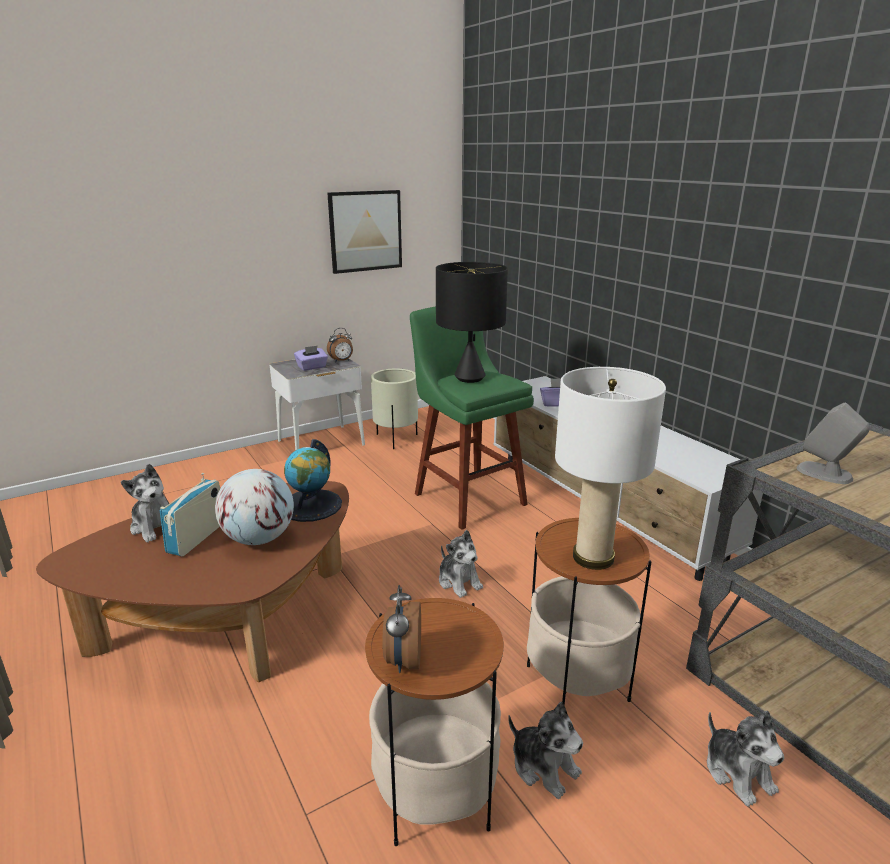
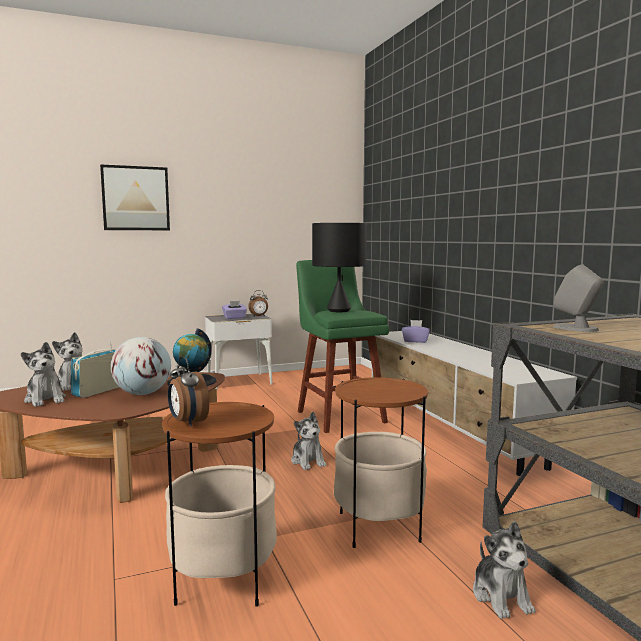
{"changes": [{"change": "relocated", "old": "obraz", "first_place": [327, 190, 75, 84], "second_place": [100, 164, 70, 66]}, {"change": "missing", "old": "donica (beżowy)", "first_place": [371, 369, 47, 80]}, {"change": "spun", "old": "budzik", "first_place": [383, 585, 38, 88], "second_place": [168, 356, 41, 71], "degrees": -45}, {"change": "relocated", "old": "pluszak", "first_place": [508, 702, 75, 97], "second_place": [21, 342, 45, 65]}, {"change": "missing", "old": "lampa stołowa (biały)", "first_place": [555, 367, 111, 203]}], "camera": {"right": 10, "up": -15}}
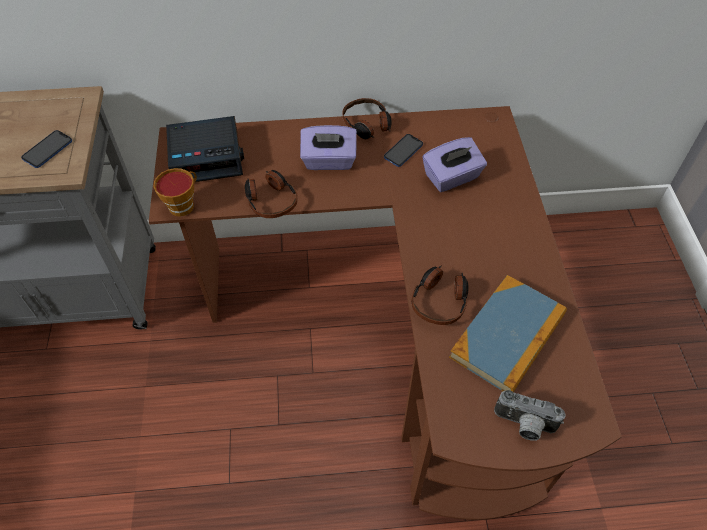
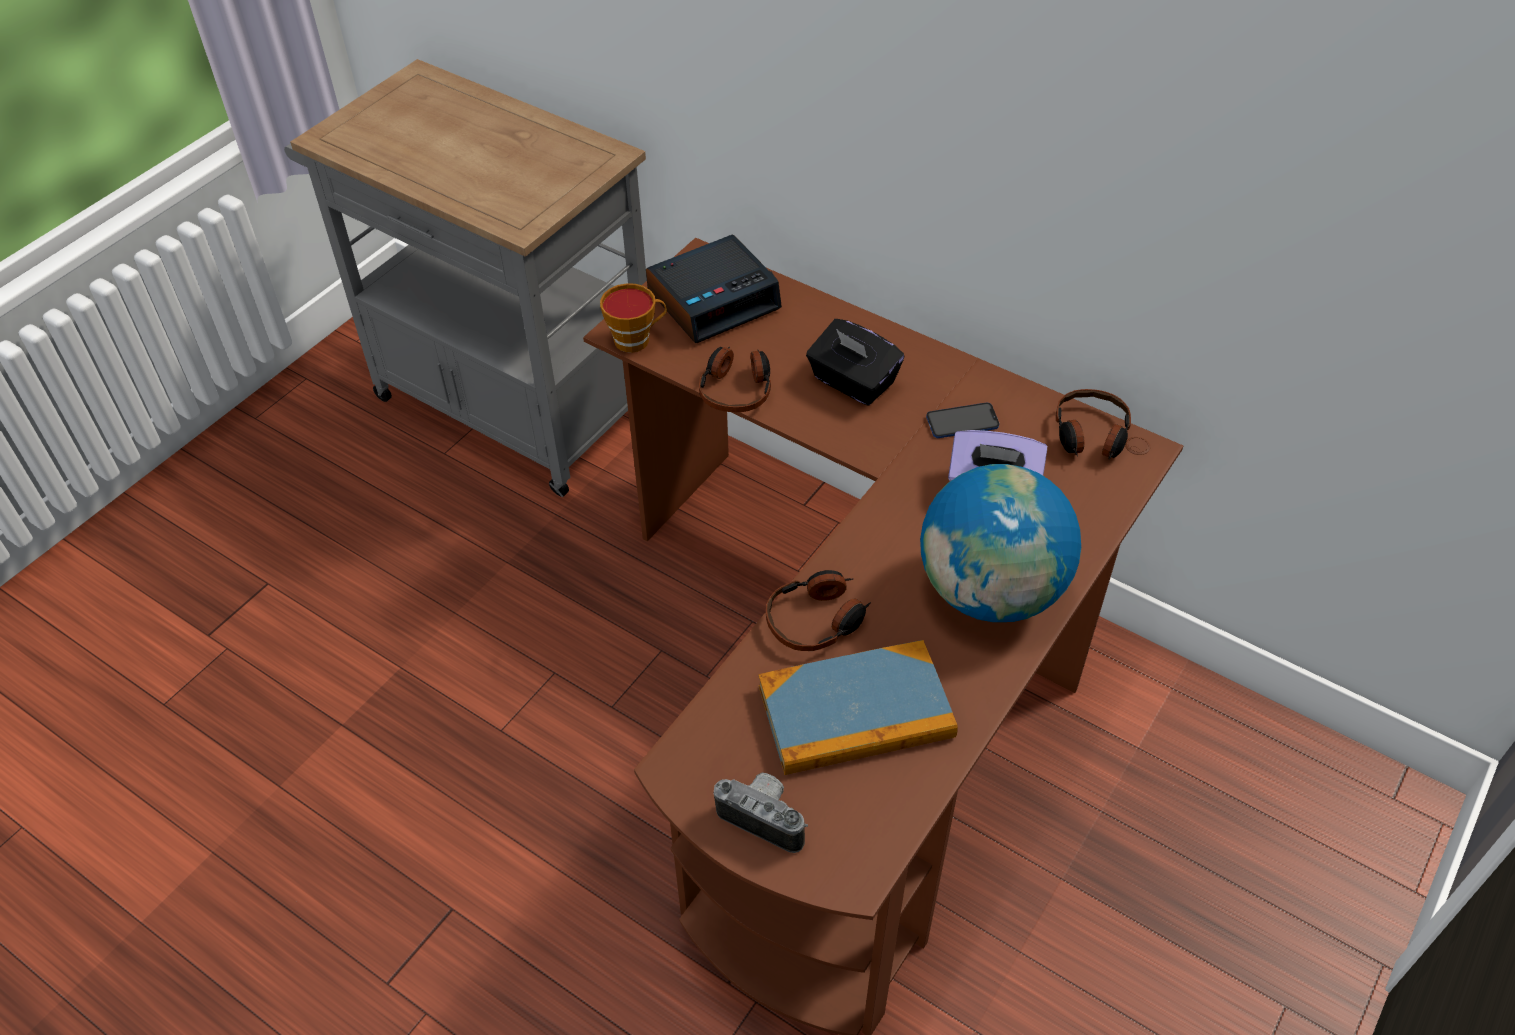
{"changes": [{"change": "missing", "old": "telefon", "first_place": [21, 130, 51, 38]}, {"change": "spun", "old": "budzik", "first_place": [166, 116, 78, 66], "second_place": [646, 234, 136, 109], "degrees": -60}, {"change": "colour", "old": "pudełko chusteczek (fioletowy)", "new": "pudełko chusteczek (czarny)", "first_place": [300, 125, 57, 45], "second_place": [806, 319, 98, 87]}, {"change": "relocated", "old": "słuchawki", "first_place": [343, 98, 49, 41], "second_place": [1056, 389, 75, 70]}, {"change": "spun", "old": "aparat fotograficzny", "first_place": [494, 390, 72, 51], "second_place": [714, 773, 94, 80], "degrees": 150}, {"change": "appeared", "new": "globus", "second_place": [920, 464, 161, 158]}], "camera": {"right": 40, "up": -5}}
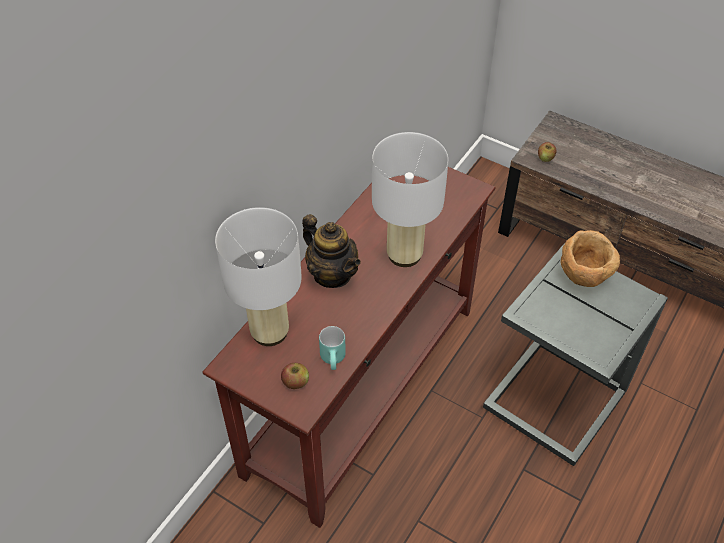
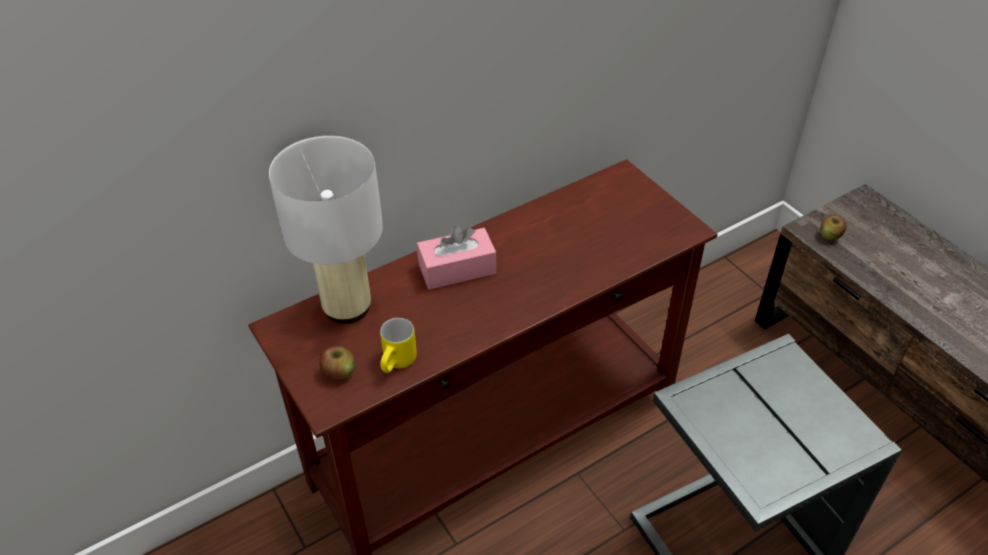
{"changes": [{"change": "exchanged", "old": "imbryk", "new": "pudełko chusteczek (różowy)", "first_place": [302, 214, 59, 74], "second_place": [417, 226, 79, 63]}, {"change": "colour", "old": "kubek (turkusowy)", "new": "kubek (żółty)", "first_place": [319, 326, 27, 44], "second_place": [380, 318, 37, 55]}, {"change": "missing", "old": "lampa stołowa (biały)", "first_place": [372, 132, 76, 135]}, {"change": "missing", "old": "miska (brązowy)", "first_place": [560, 230, 60, 57]}], "camera": {"right": 25, "up": -5}}
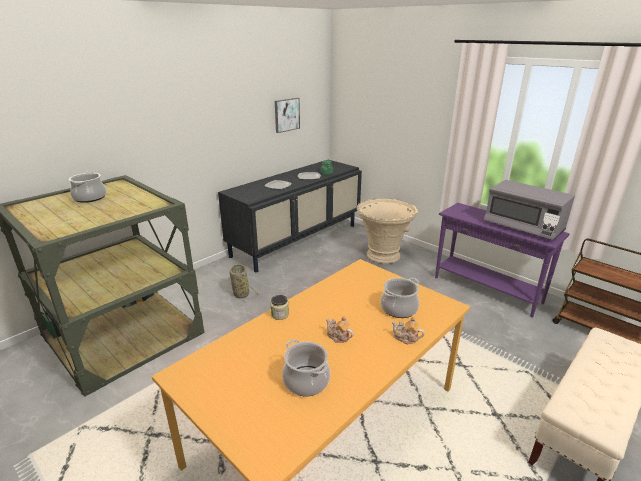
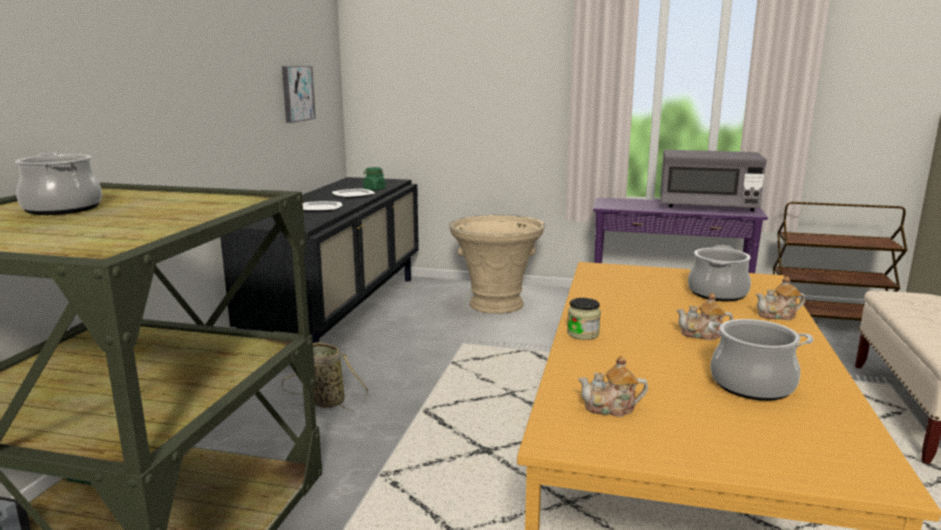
{"changes": [{"change": "appeared", "new": "imbryk", "second_place": [578, 355, 70, 62]}], "camera": {"right": -30, "up": -10}}
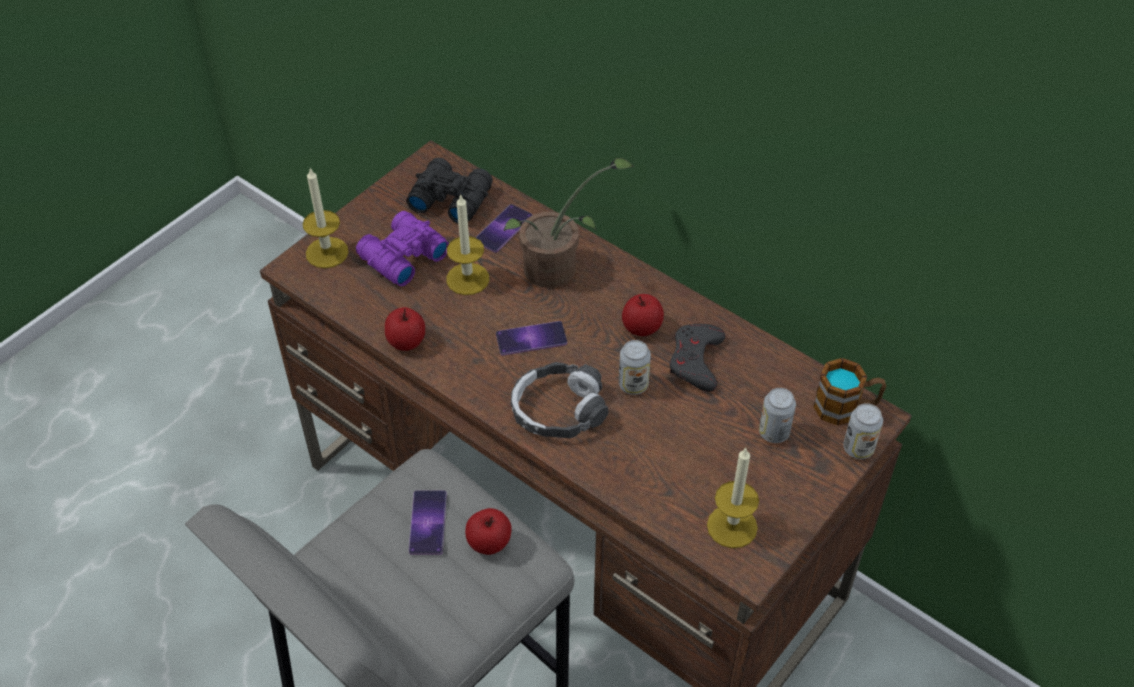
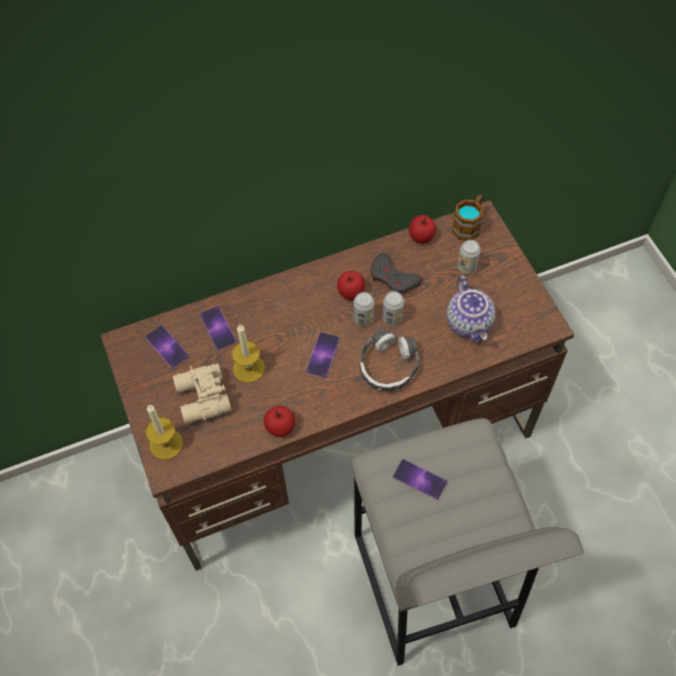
{"changes": [{"change": "colour", "old": "lornetka (fioletowy)", "new": "lornetka (beżowy)", "first_place": [356, 211, 93, 75], "second_place": [173, 363, 59, 61]}, {"change": "exchanged", "old": "lornetka (czarny)", "new": "telefon", "first_place": [407, 158, 86, 65], "second_place": [145, 325, 44, 43]}, {"change": "relocated", "old": "jabłko", "first_place": [465, 508, 47, 47], "second_place": [409, 215, 27, 29]}, {"change": "missing", "old": "roślina doniczkowa", "first_place": [504, 158, 130, 130]}, {"change": "missing", "old": "świeca", "first_place": [707, 448, 52, 100]}, {"change": "relocated", "old": "puszka", "first_place": [843, 403, 40, 56], "second_place": [354, 292, 21, 35]}, {"change": "appeared", "new": "imbryk", "second_place": [447, 275, 49, 68]}], "camera": {"right": -60, "up": 10}}
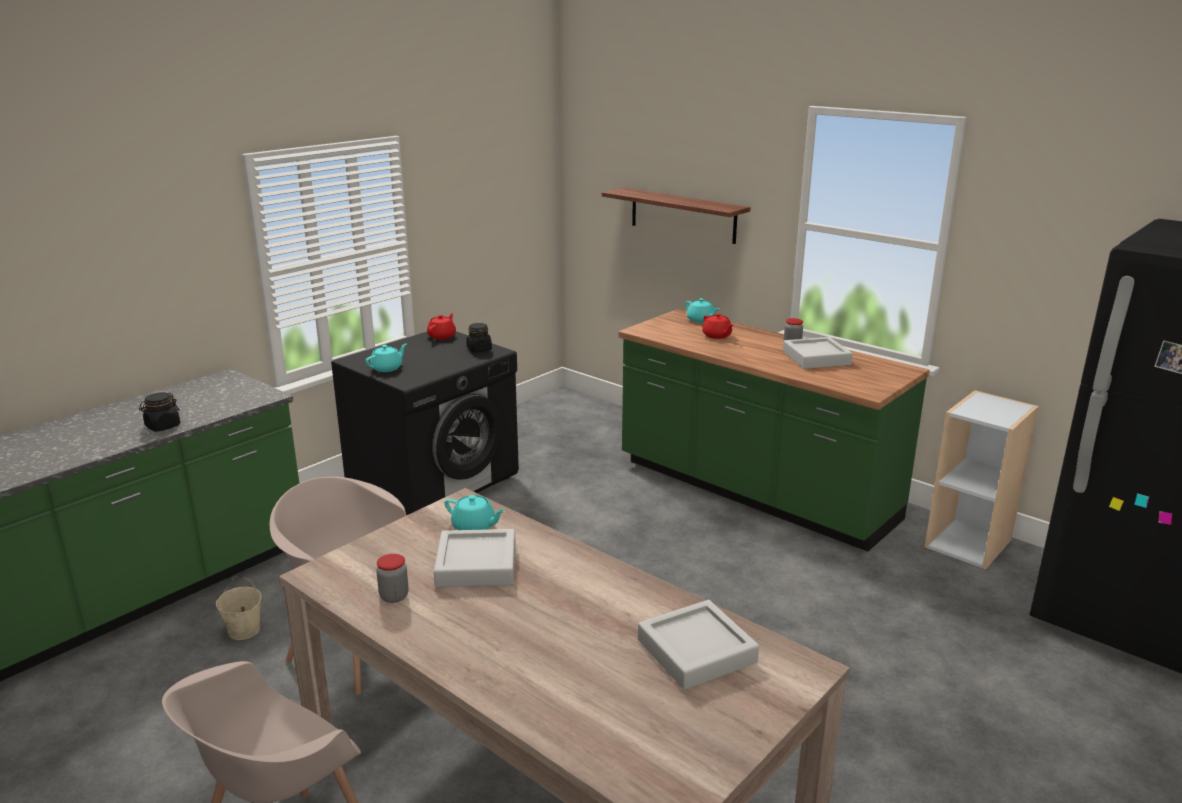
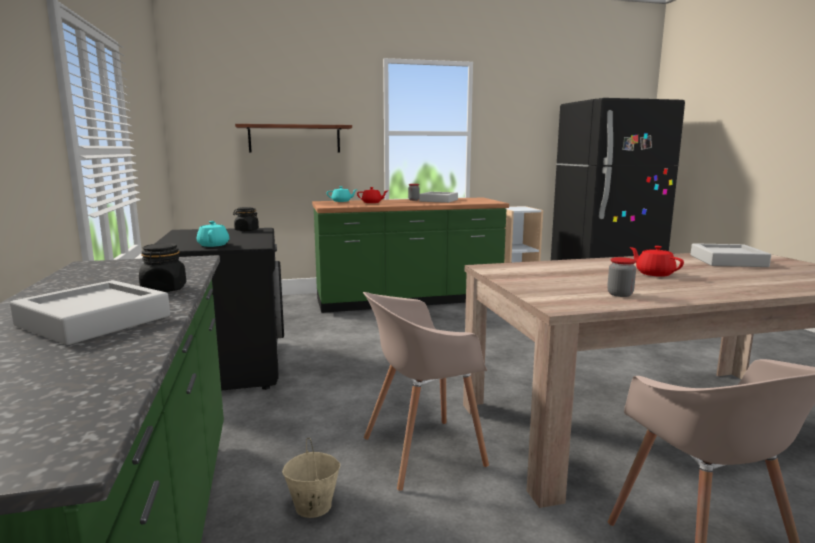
{"changes": [{"change": "relocated", "old": "imbryk (czerwony)", "first_place": [427, 313, 29, 27], "second_place": [630, 246, 54, 31]}, {"change": "relocated", "old": "taca (szary)", "first_place": [434, 529, 82, 58], "second_place": [10, 280, 160, 65]}, {"change": "missing", "old": "imbryk (turkusowy)", "first_place": [445, 495, 60, 35]}], "camera": {"right": -55, "up": -10}}
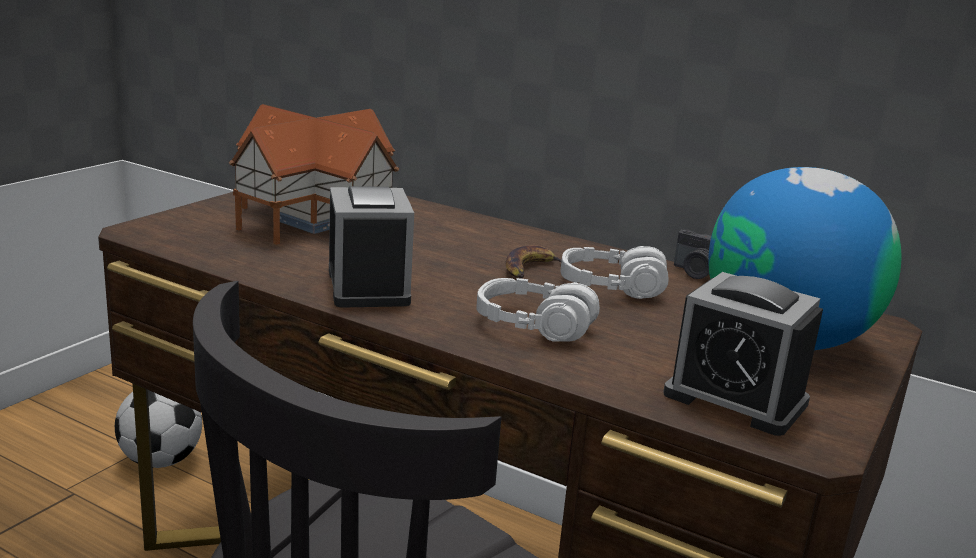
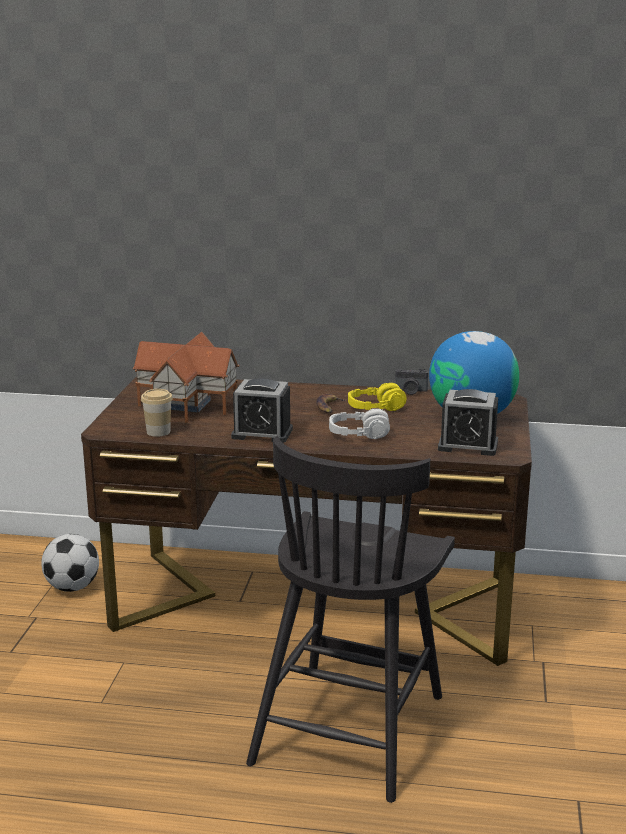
{"changes": [{"change": "spun", "old": "budzik", "first_place": [329, 186, 85, 122], "second_place": [231, 378, 62, 65], "degrees": 135}, {"change": "colour", "old": "słuchawki (szary)", "new": "słuchawki (żółty)", "first_place": [561, 246, 108, 53], "second_place": [348, 383, 59, 28]}, {"change": "appeared", "new": "filiżanka", "second_place": [141, 389, 32, 48]}], "camera": {"right": -20, "up": 0}}
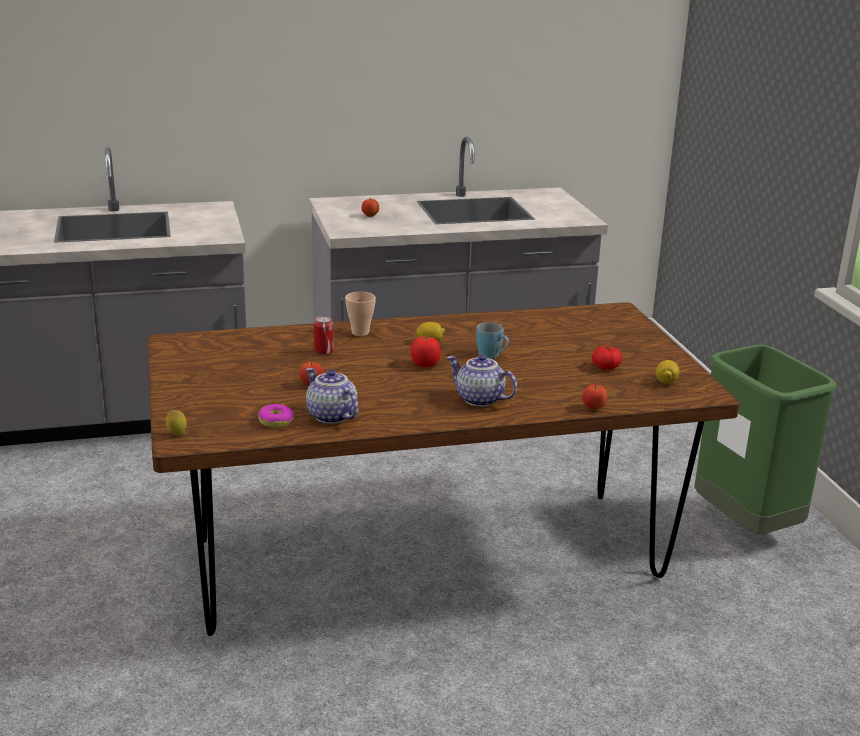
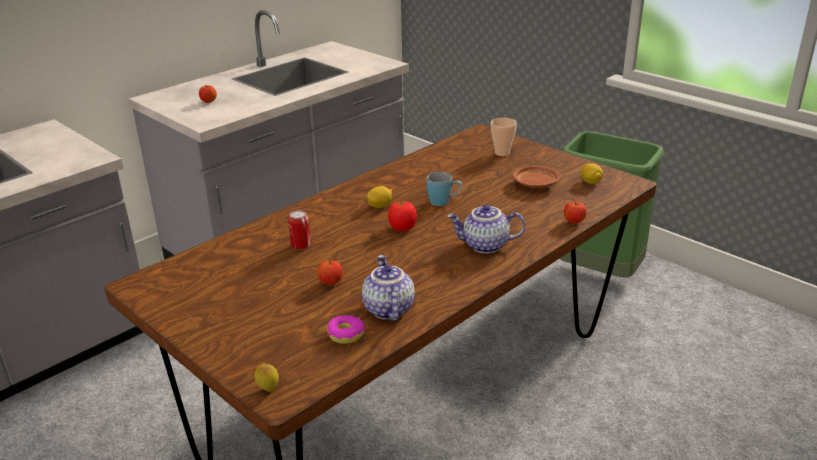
{"changes": [{"change": "spun", "old": "imbryk", "first_place": [306, 368, 53, 56], "second_place": [362, 255, 53, 66], "degrees": 60}, {"change": "relocated", "old": "filiżanka", "first_place": [345, 292, 31, 44], "second_place": [491, 118, 26, 38]}, {"change": "exchanged", "old": "pomidor", "new": "talerz (brązowy)", "first_place": [592, 345, 30, 25], "second_place": [513, 165, 48, 23]}], "camera": {"right": -30, "up": 5}}
